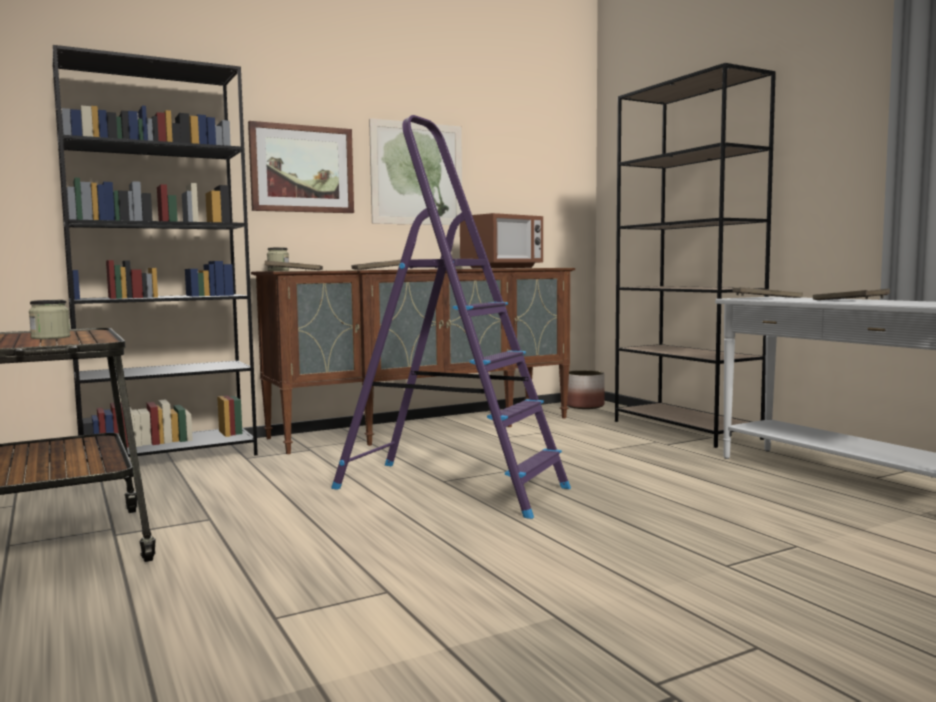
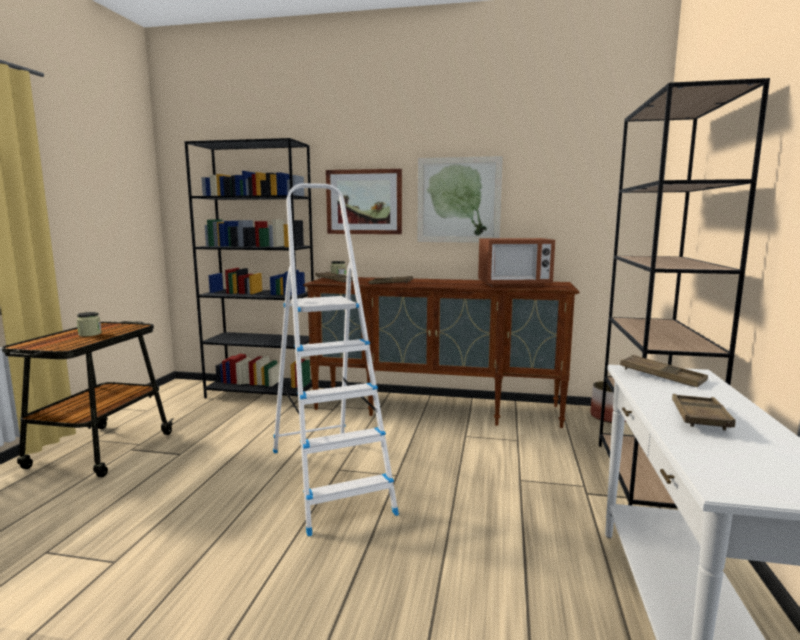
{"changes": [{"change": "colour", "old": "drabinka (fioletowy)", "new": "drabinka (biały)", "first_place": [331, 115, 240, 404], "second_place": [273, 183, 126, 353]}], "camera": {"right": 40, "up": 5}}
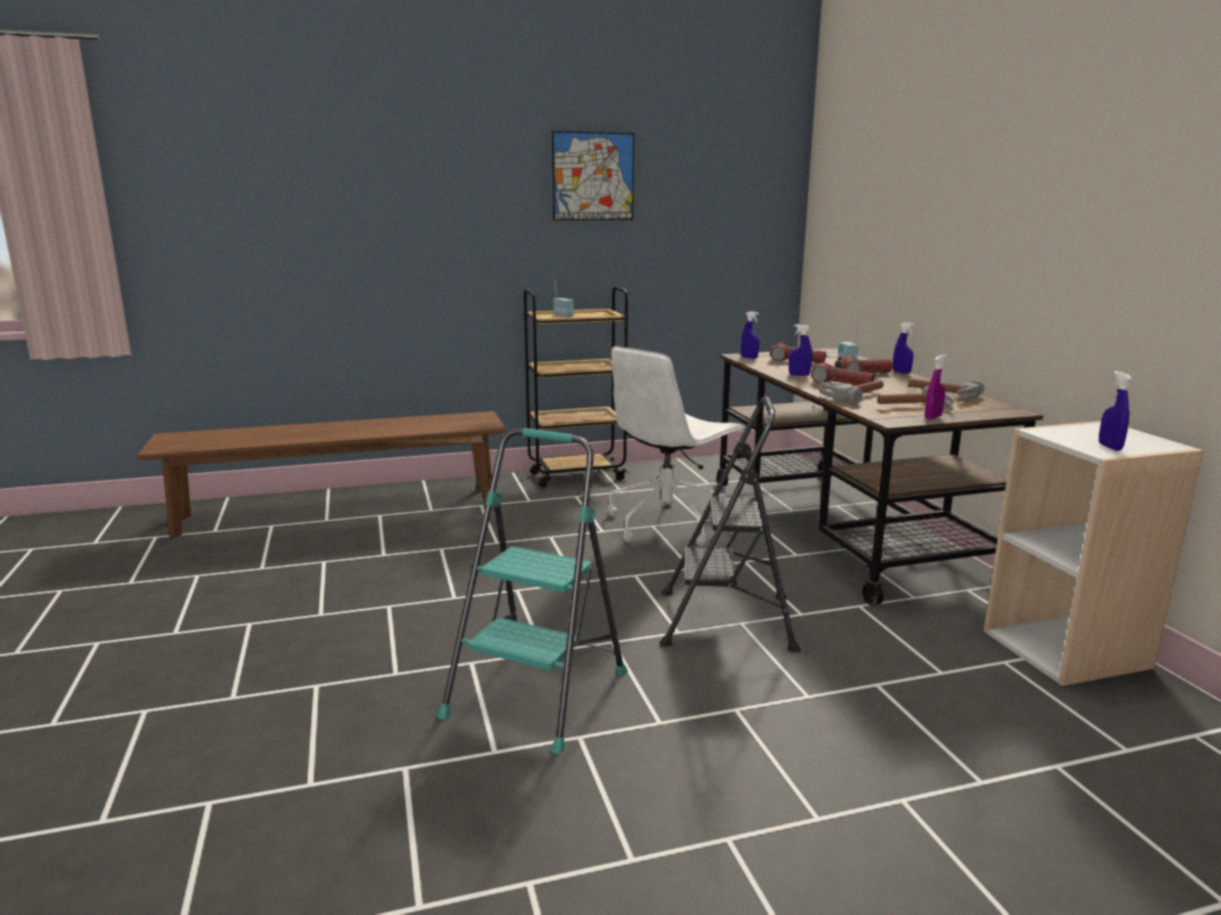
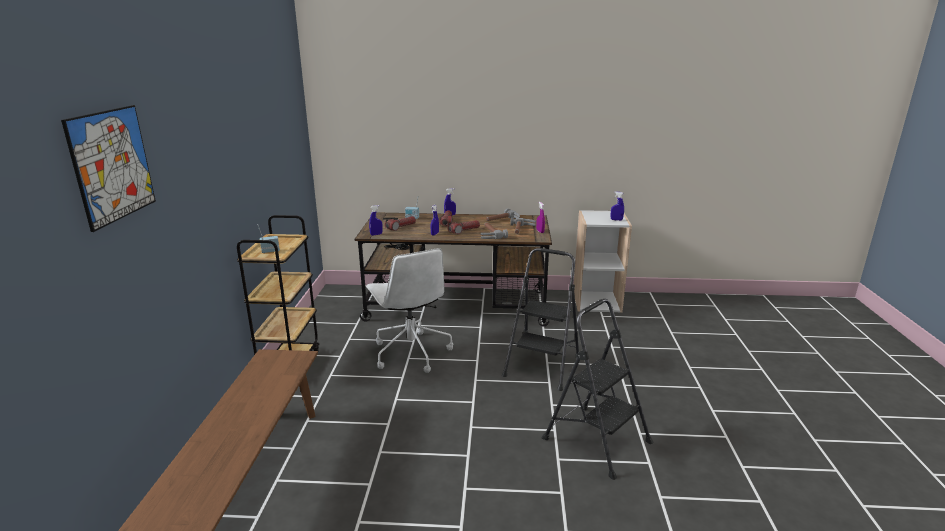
{"changes": [{"change": "colour", "old": "drabinka (turkusowy)", "new": "drabinka (czarny)", "first_place": [437, 428, 191, 326], "second_place": [541, 299, 112, 181]}, {"change": "relocated", "old": "obraz", "first_place": [552, 131, 82, 89], "second_place": [61, 105, 95, 127]}], "camera": {"right": -70, "up": 5}}
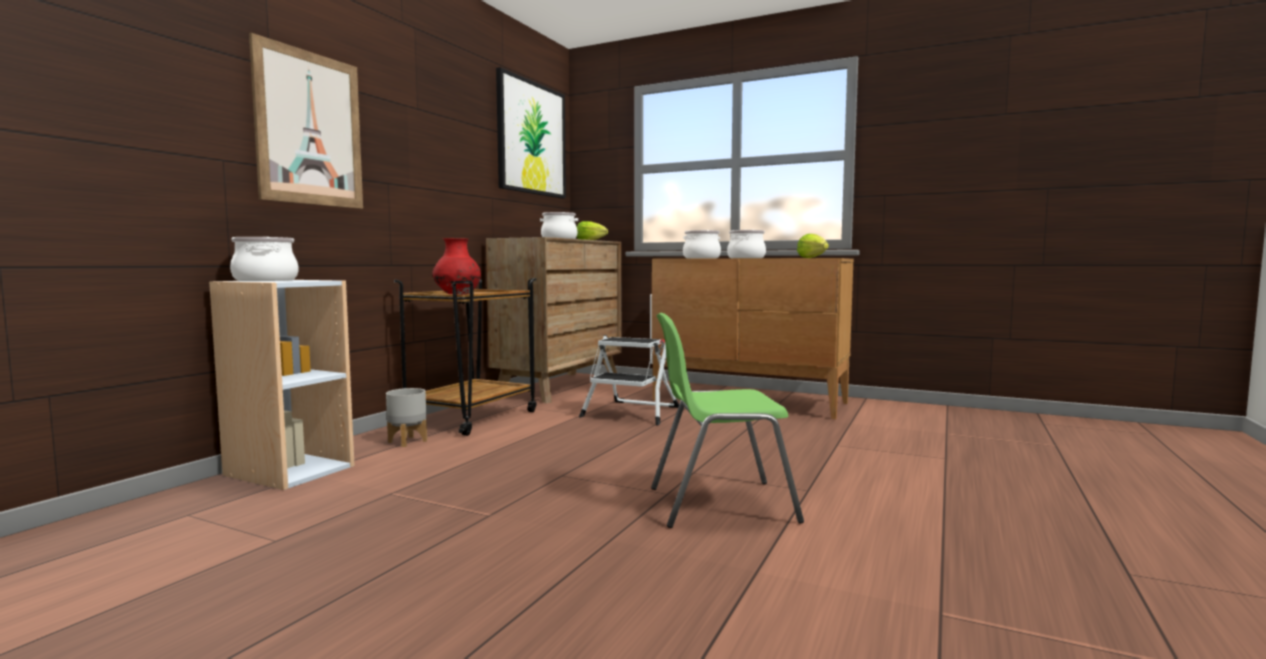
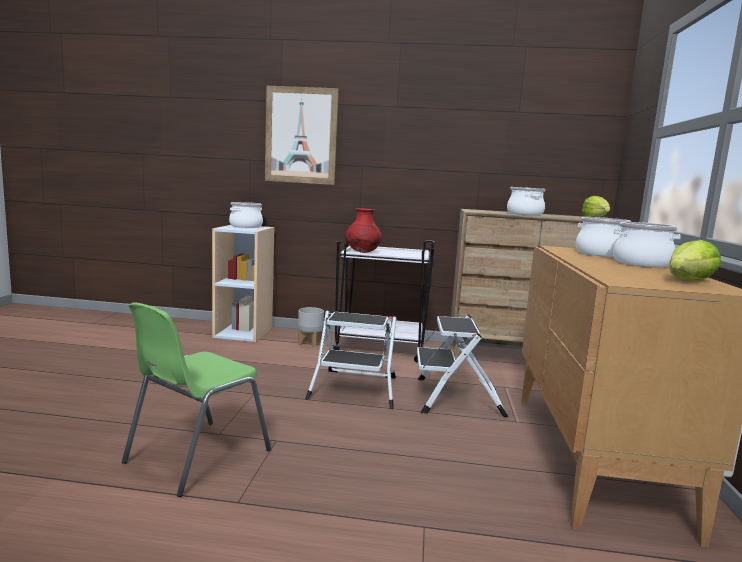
{"changes": [{"change": "colour", "old": "wózek (brązowy)", "new": "wózek (biały)", "first_place": [394, 278, 143, 158], "second_place": [333, 239, 102, 124]}, {"change": "missing", "old": "obraz", "first_place": [496, 67, 70, 131]}, {"change": "spun", "old": "krzesło (zielony)", "first_place": [651, 313, 153, 215], "second_place": [122, 302, 149, 195], "degrees": -120}, {"change": "appeared", "new": "drabinka", "second_place": [305, 310, 91, 99]}], "camera": {"right": 70, "up": 5}}
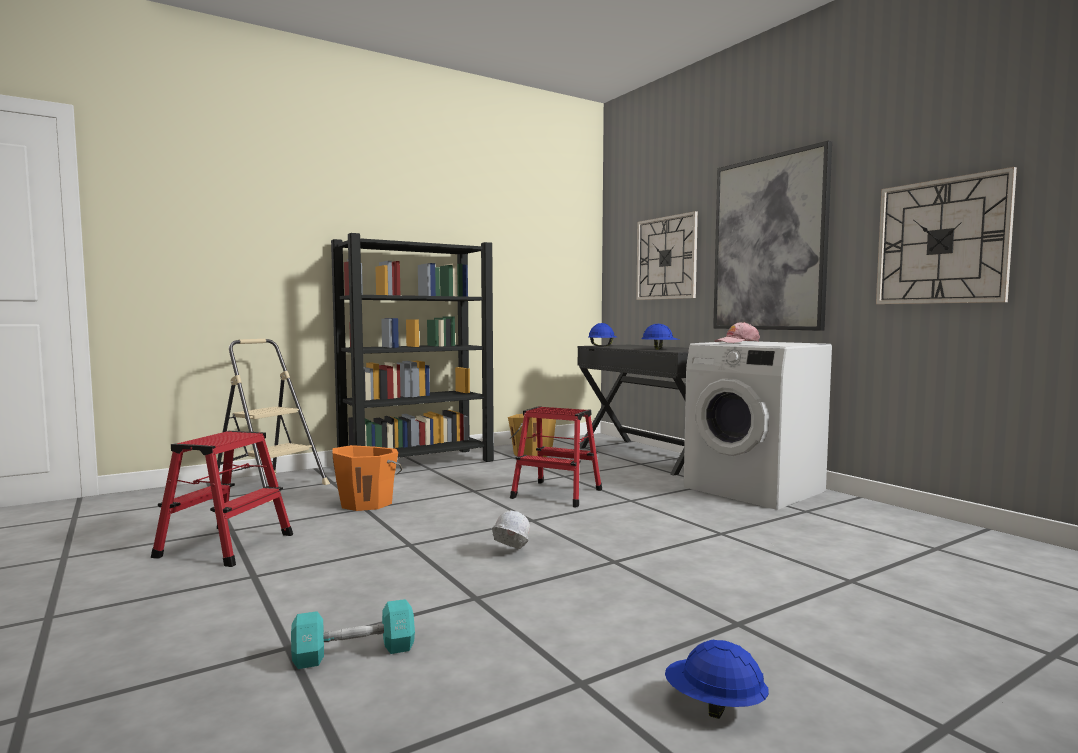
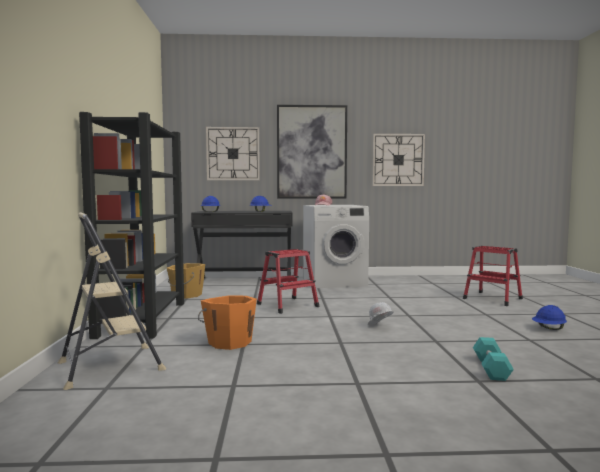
{"changes": [{"change": "relocated", "old": "drabinka (czerwony)", "first_place": [151, 431, 142, 136], "second_place": [463, 246, 60, 60]}], "camera": {"right": -60, "up": 0}}
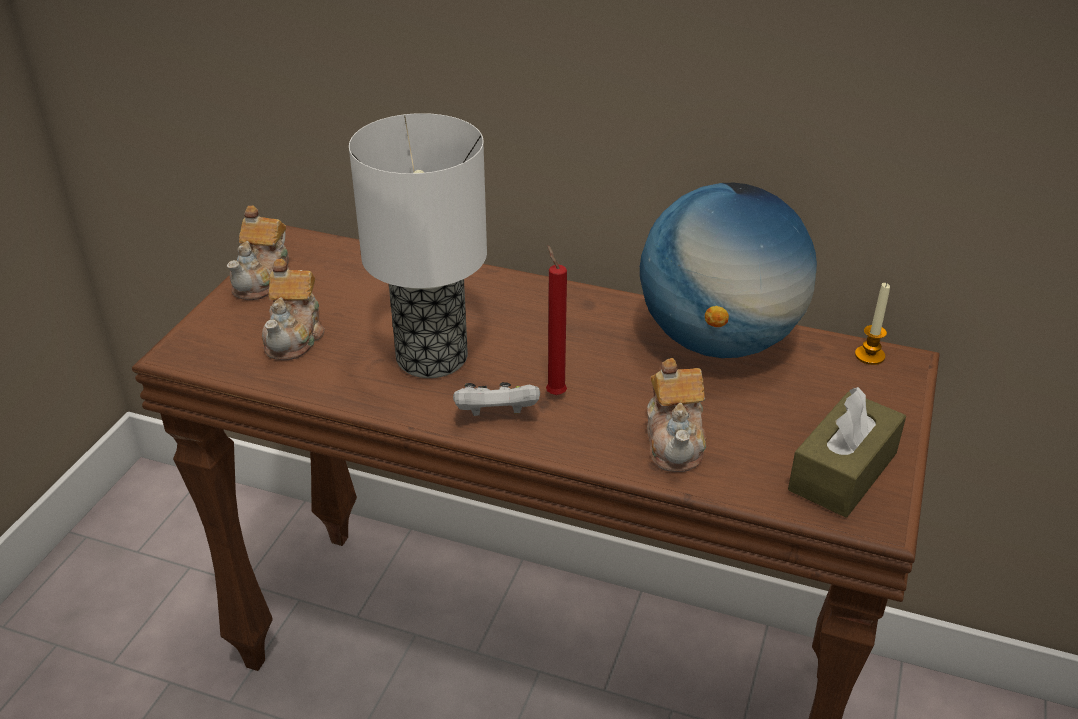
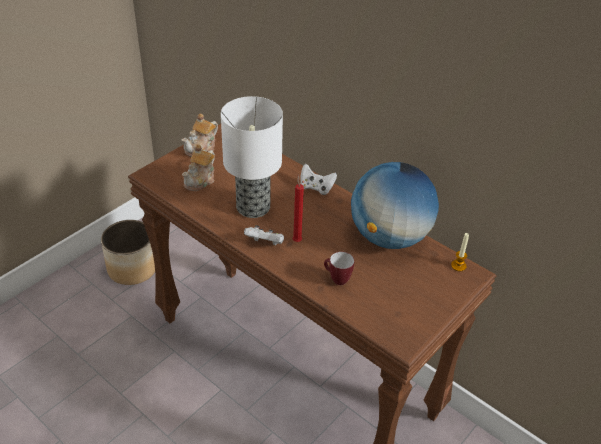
{"changes": [{"change": "exchanged", "old": "imbryk", "new": "kubek", "first_place": [647, 358, 59, 114], "second_place": [324, 252, 30, 33]}, {"change": "missing", "old": "pudełko chusteczek (brązowy)", "first_place": [788, 387, 118, 131]}, {"change": "appeared", "new": "donica", "second_place": [101, 220, 54, 65]}, {"change": "appeared", "new": "pad do gier (biały)", "second_place": [300, 164, 37, 31]}], "camera": {"right": 20, "up": 5}}
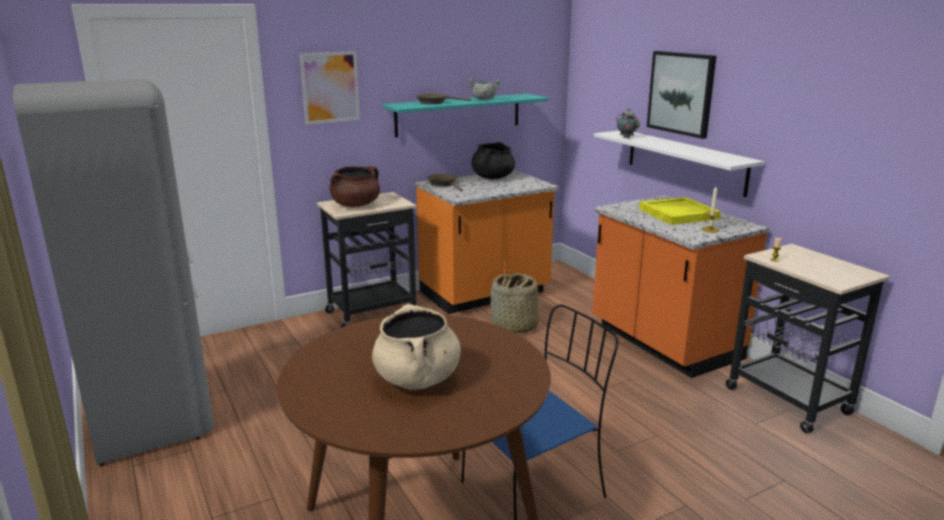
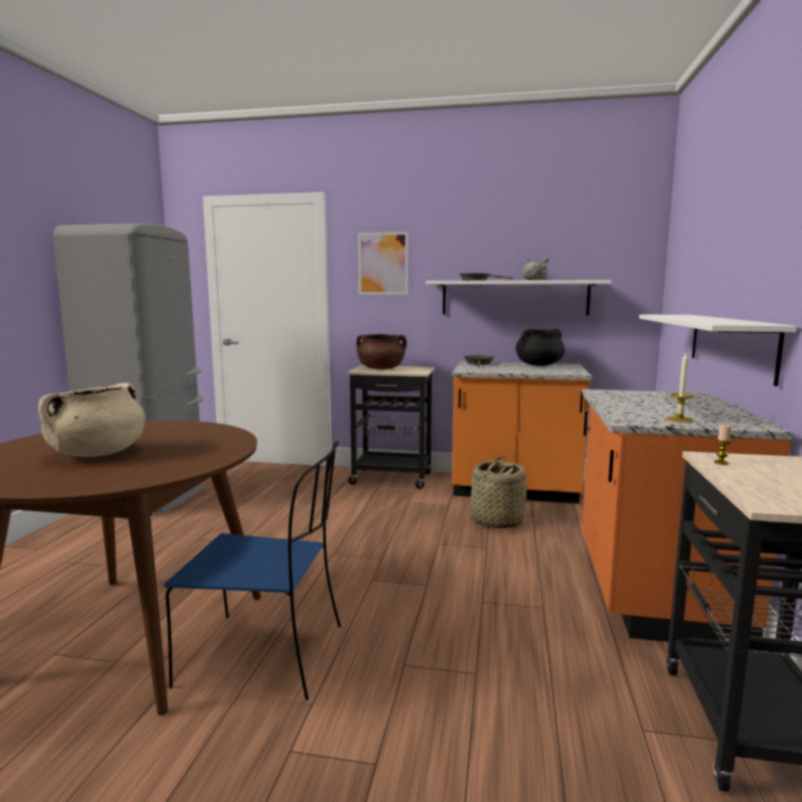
{"changes": [{"change": "colour", "old": "półka (turkusowy)", "new": "półka (biały)", "first_place": [382, 94, 167, 43], "second_place": [426, 280, 185, 35]}, {"change": "missing", "old": "imbryk", "first_place": [615, 109, 25, 29]}, {"change": "missing", "old": "taca (żółty)", "first_place": [639, 197, 82, 28]}, {"change": "missing", "old": "obraz", "first_place": [647, 51, 69, 88]}], "camera": {"right": 40, "up": -10}}
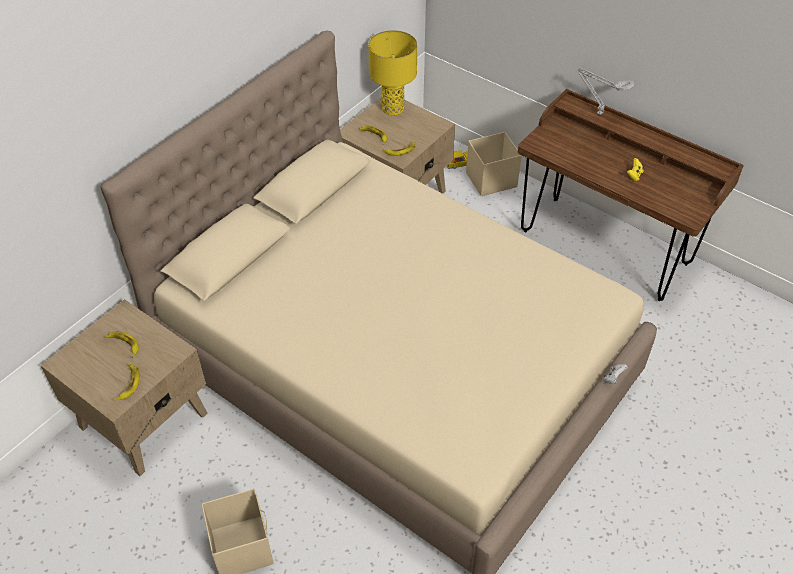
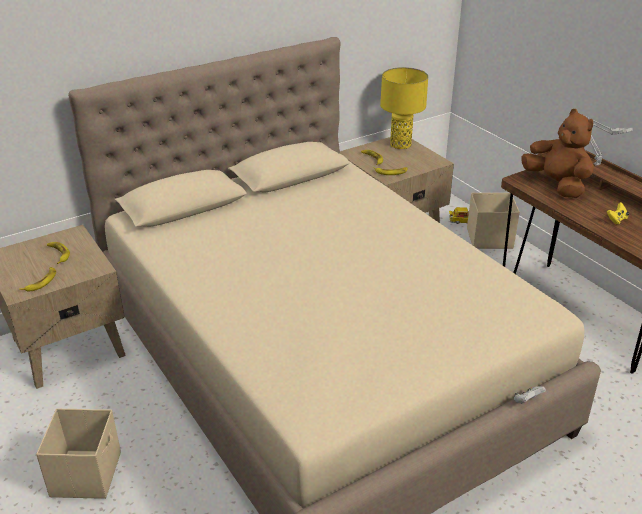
{"changes": [{"change": "appeared", "new": "pluszak (brązowy)", "second_place": [521, 109, 73, 89]}], "camera": {"right": 20, "up": -15}}
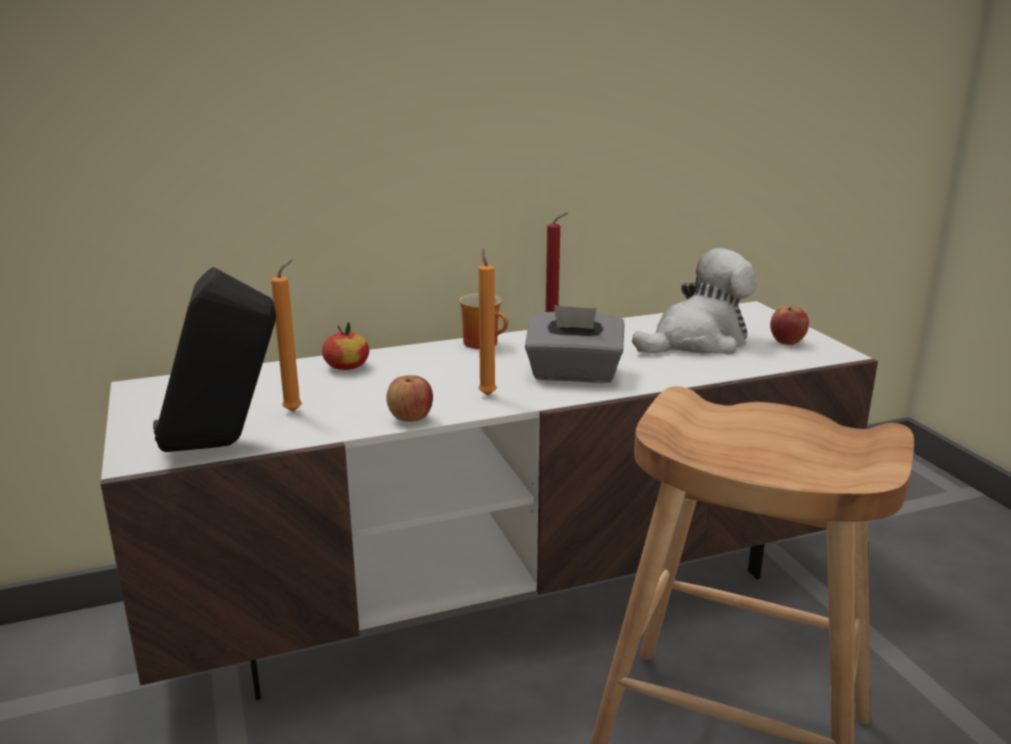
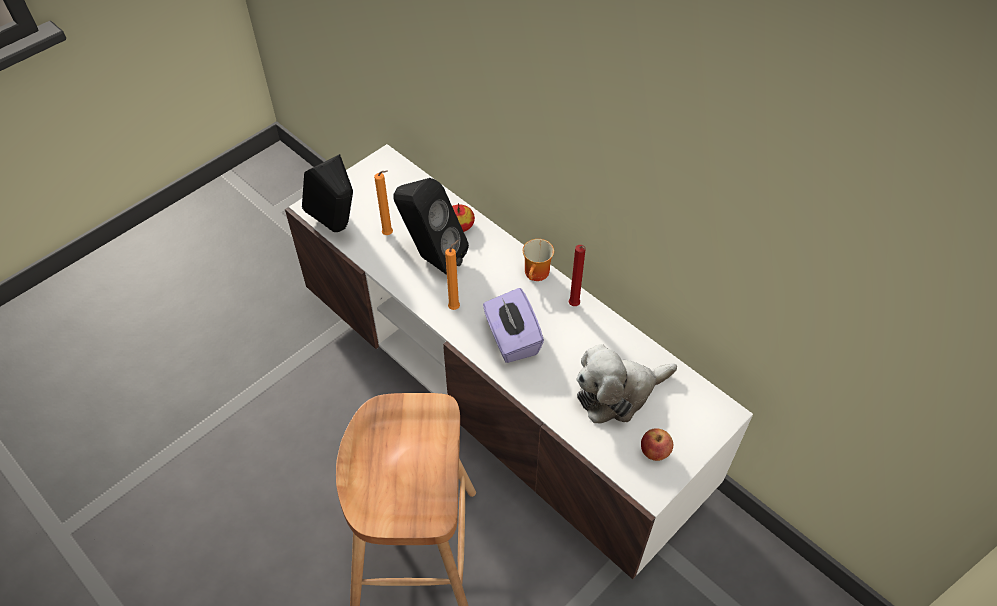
{"changes": [{"change": "missing", "old": "jabłko", "first_place": [386, 375, 47, 47]}, {"change": "colour", "old": "pudełko chusteczek (szary)", "new": "pudełko chusteczek (fioletowy)", "first_place": [525, 305, 99, 78], "second_place": [483, 288, 61, 75]}, {"change": "spun", "old": "pluszak", "first_place": [632, 248, 124, 107], "second_place": [576, 344, 101, 79], "degrees": 120}, {"change": "appeared", "new": "głośnik (czarny)", "second_place": [393, 178, 76, 97]}], "camera": {"right": 65, "up": 30}}
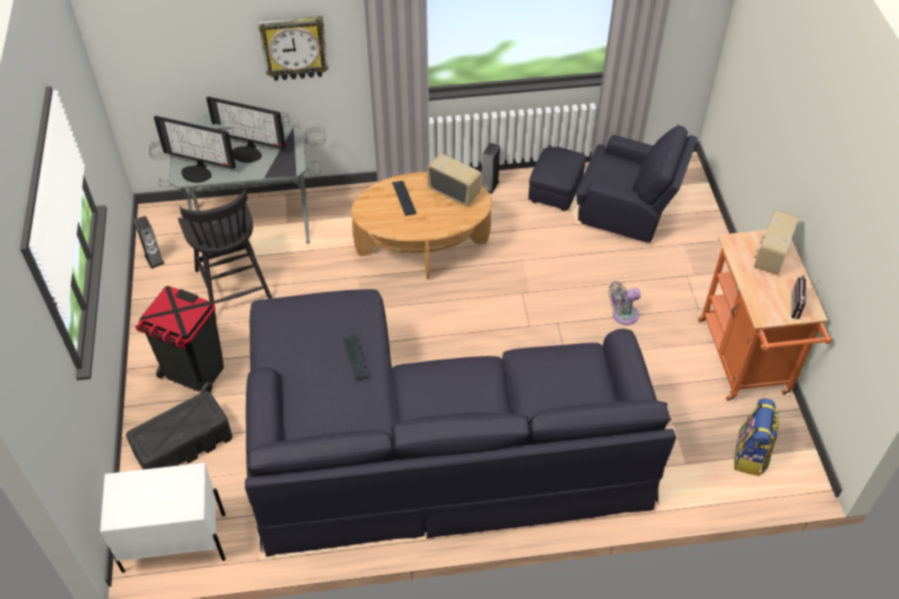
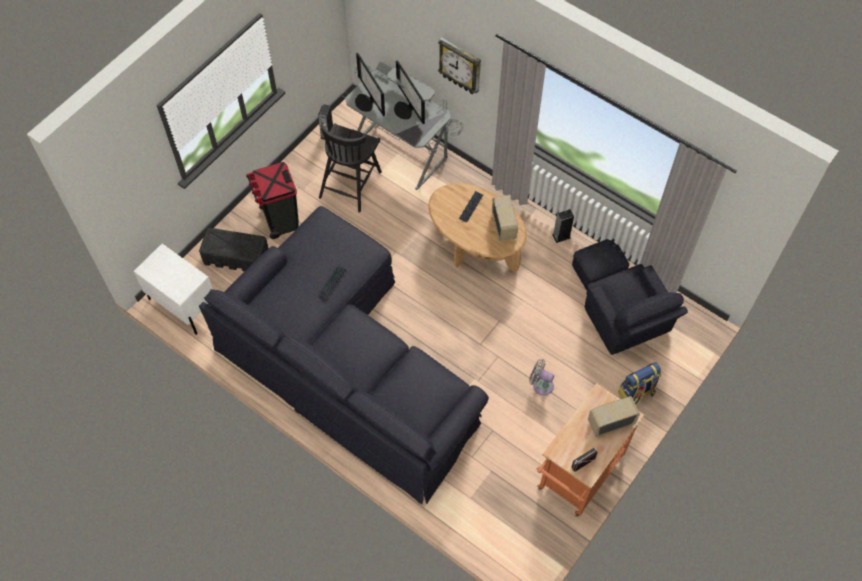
{"changes": [{"change": "relocated", "old": "plecak", "first_place": [734, 398, 45, 78], "second_place": [618, 362, 43, 43]}], "camera": {"right": 45, "up": 10}}
